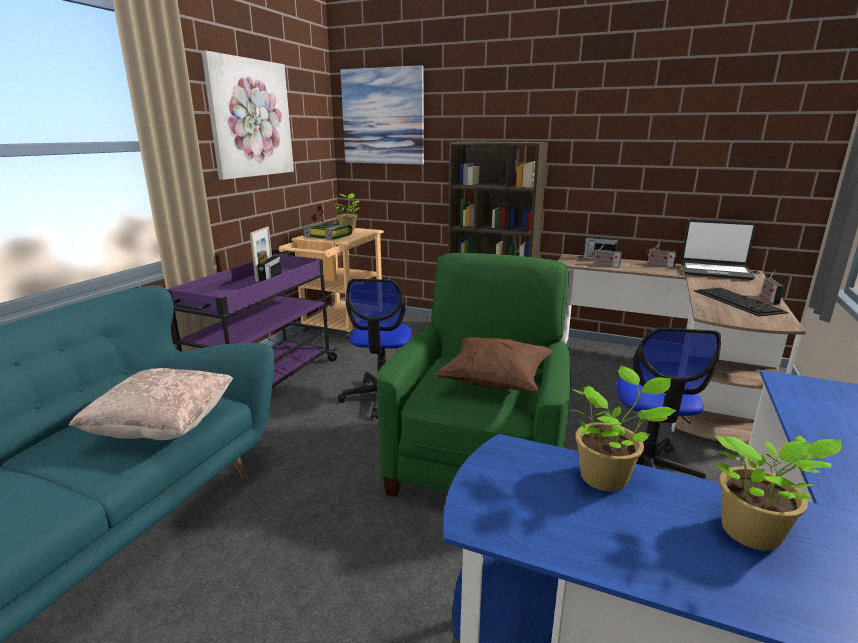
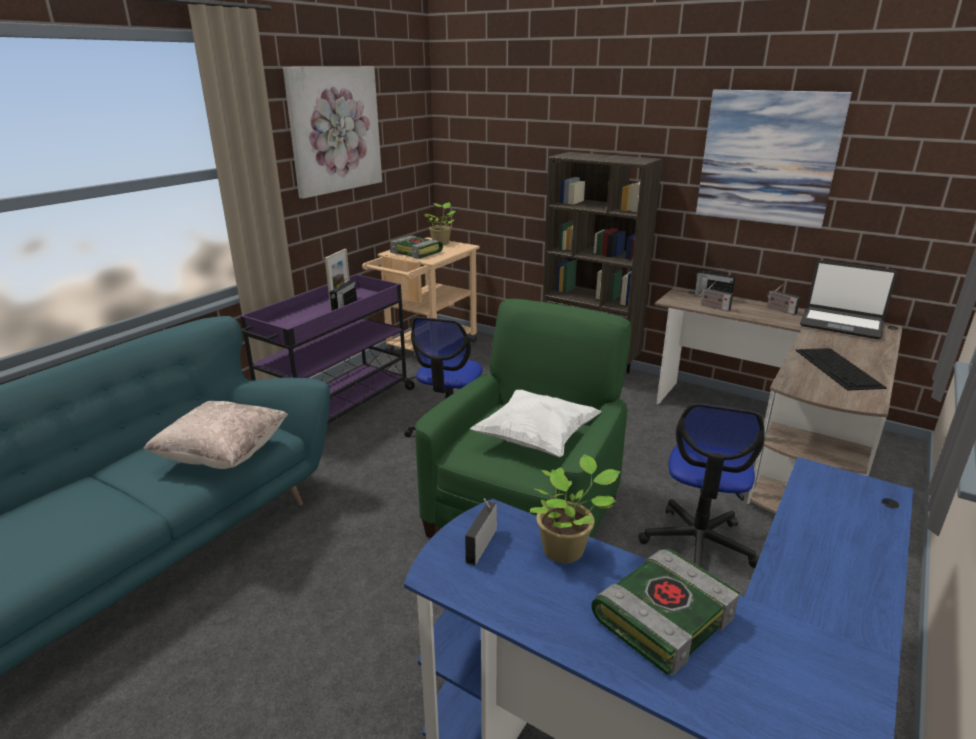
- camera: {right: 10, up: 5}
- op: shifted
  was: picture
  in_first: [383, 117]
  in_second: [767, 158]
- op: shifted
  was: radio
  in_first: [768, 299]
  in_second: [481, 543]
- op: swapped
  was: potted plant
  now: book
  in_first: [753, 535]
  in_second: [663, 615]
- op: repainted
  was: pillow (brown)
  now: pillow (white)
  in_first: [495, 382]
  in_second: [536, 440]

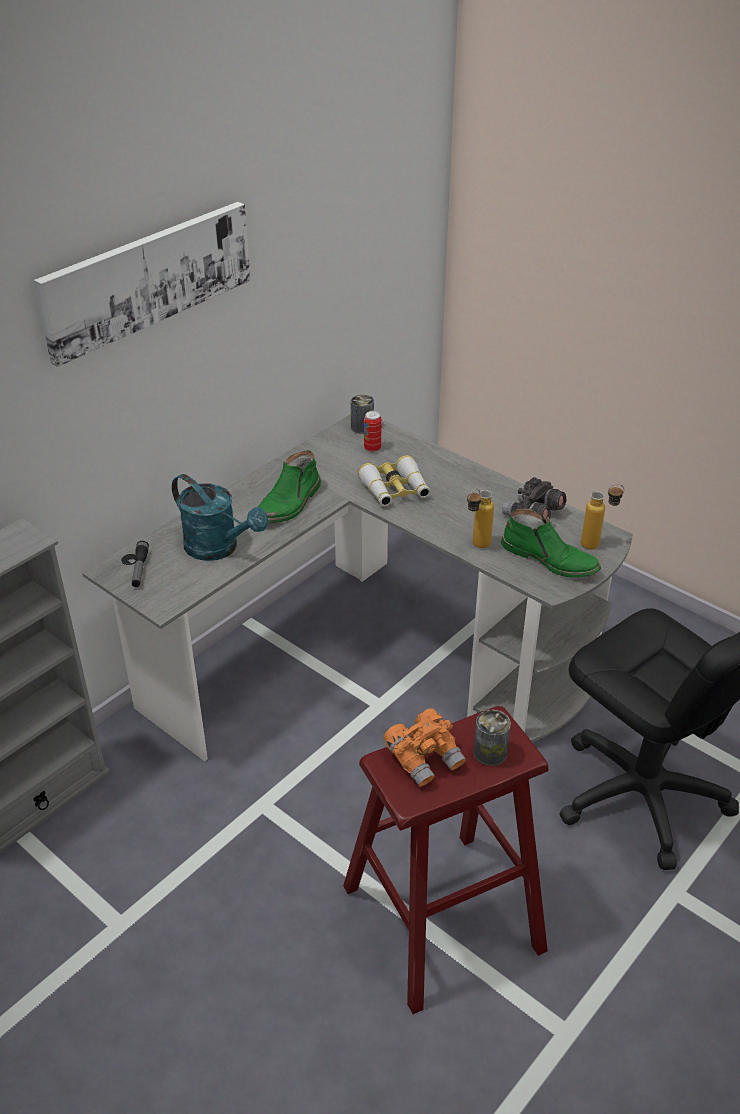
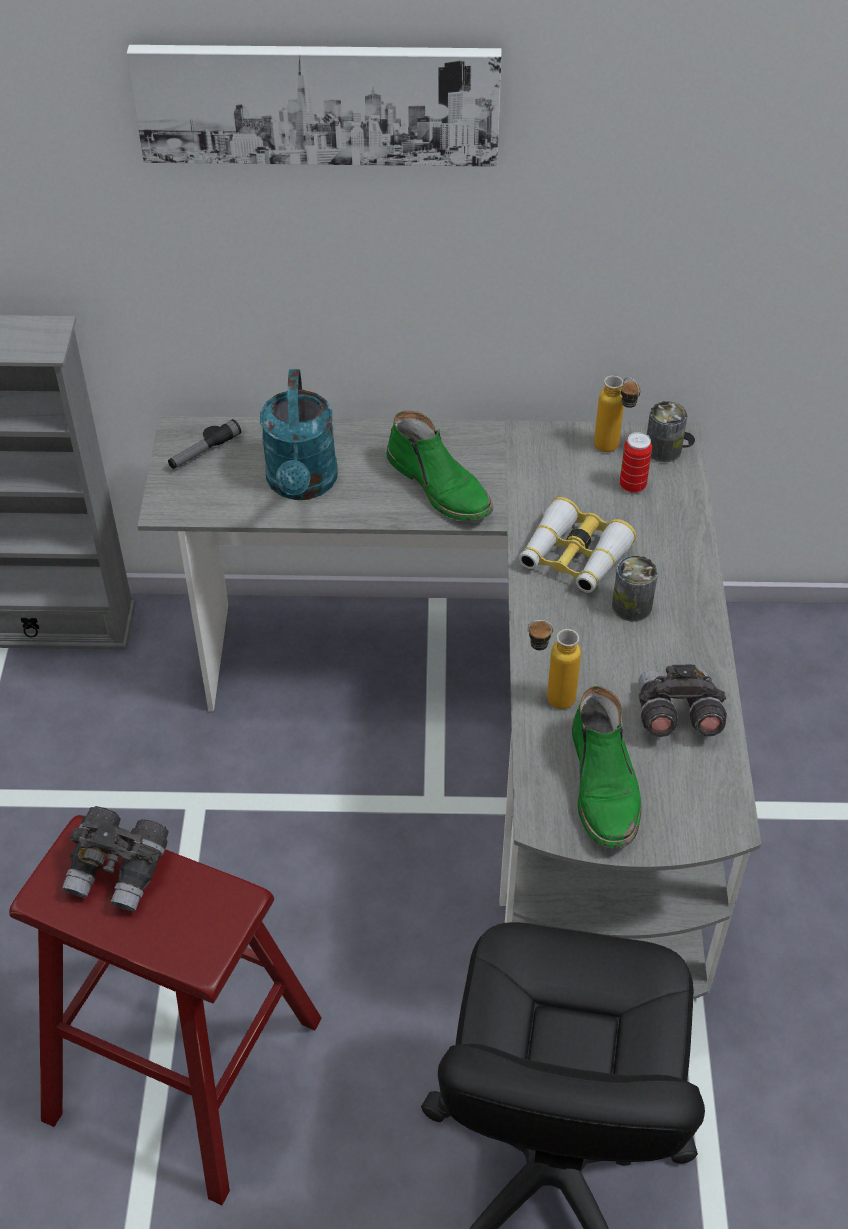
- camera: {right: 50, up: 10}
- op: shifted
  was: can
  in_first: [490, 752]
  in_second: [631, 606]
- op: shifted
  was: bottle
  in_first: [597, 545]
  in_second: [613, 450]
- op: repainted
  was: binoculars (orange)
  now: binoculars (grey)
  in_first: [425, 758]
  in_second: [119, 871]
- op: rotated
  was: boot (green)
  in_first: [289, 504]
  in_second: [441, 486]
  clockwise: -120

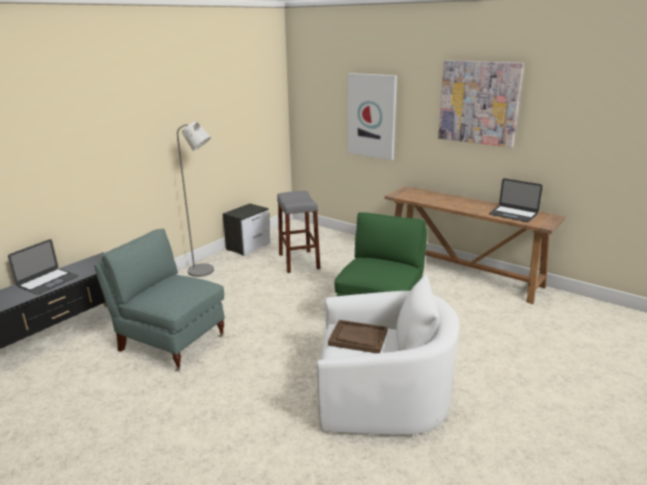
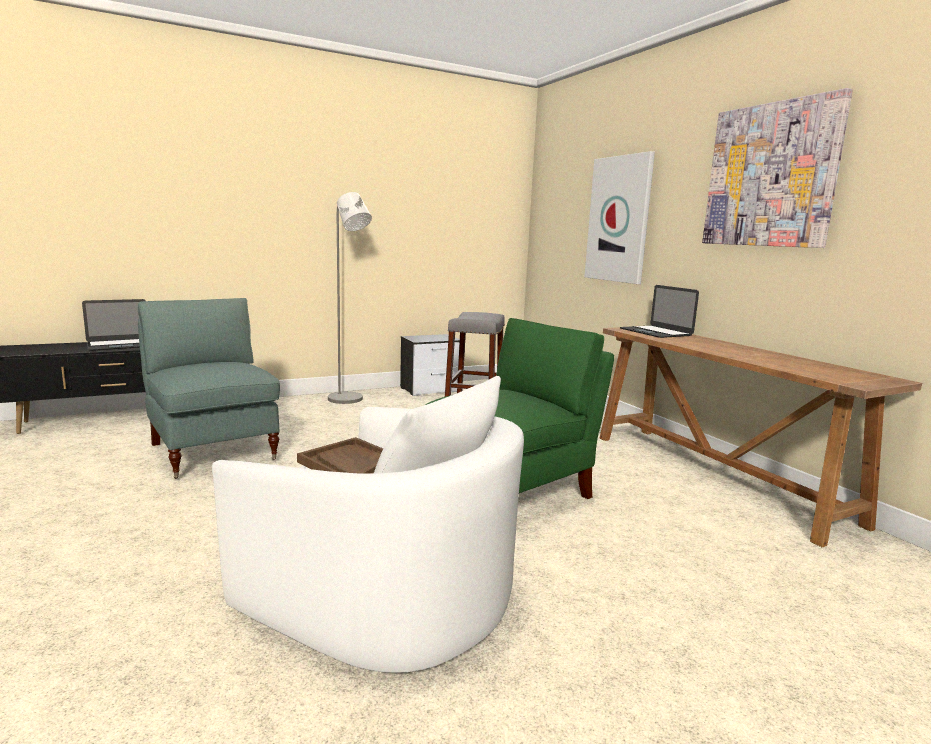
- camera: {right: 25, up: -10}
- op: shifted
  was: laptop
  in_first: [513, 214]
  in_second: [655, 332]

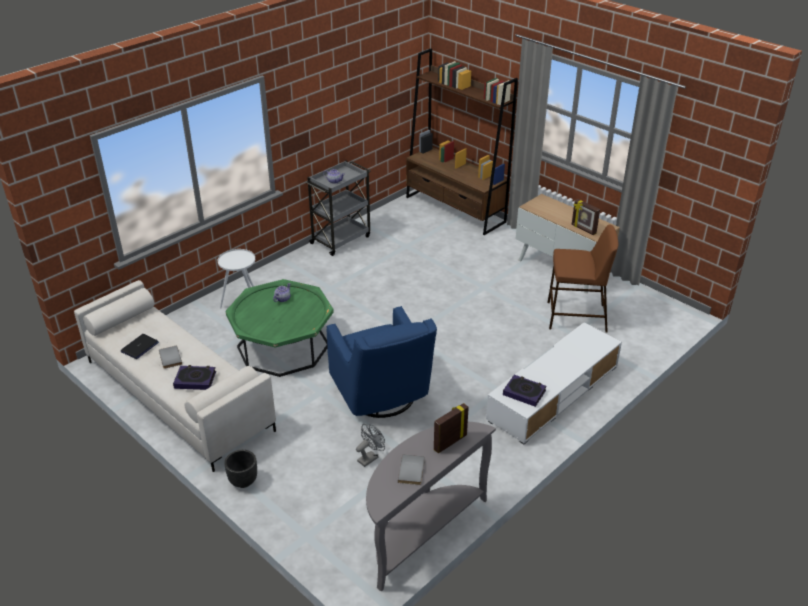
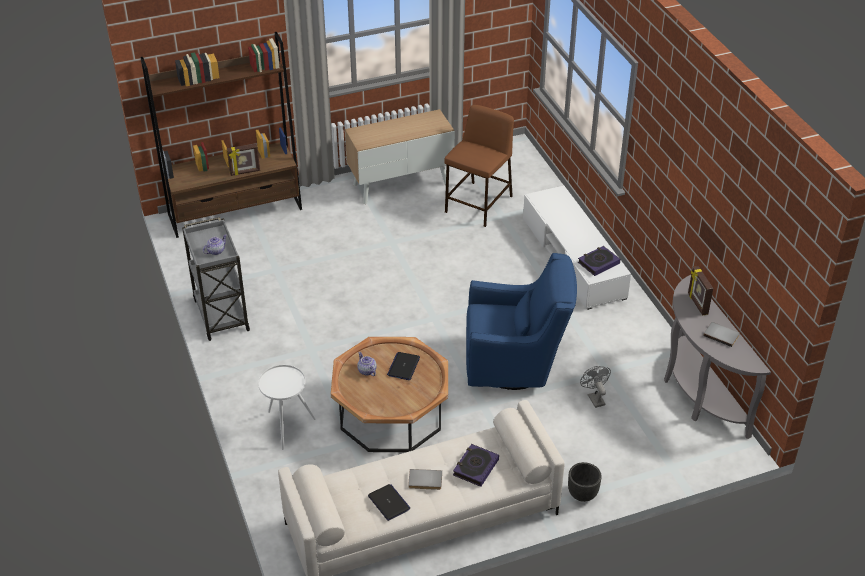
- camera: {right: -65, up: 5}
- op: new
  now: laptop
  in_second: [403, 366]
- op: shifted
  was: picture frame
  in_first: [583, 229]
  in_second: [245, 172]
- op: repainted
  was: coffee table (green)
  now: coffee table (brown)
  in_first: [283, 346]
  in_second: [391, 414]

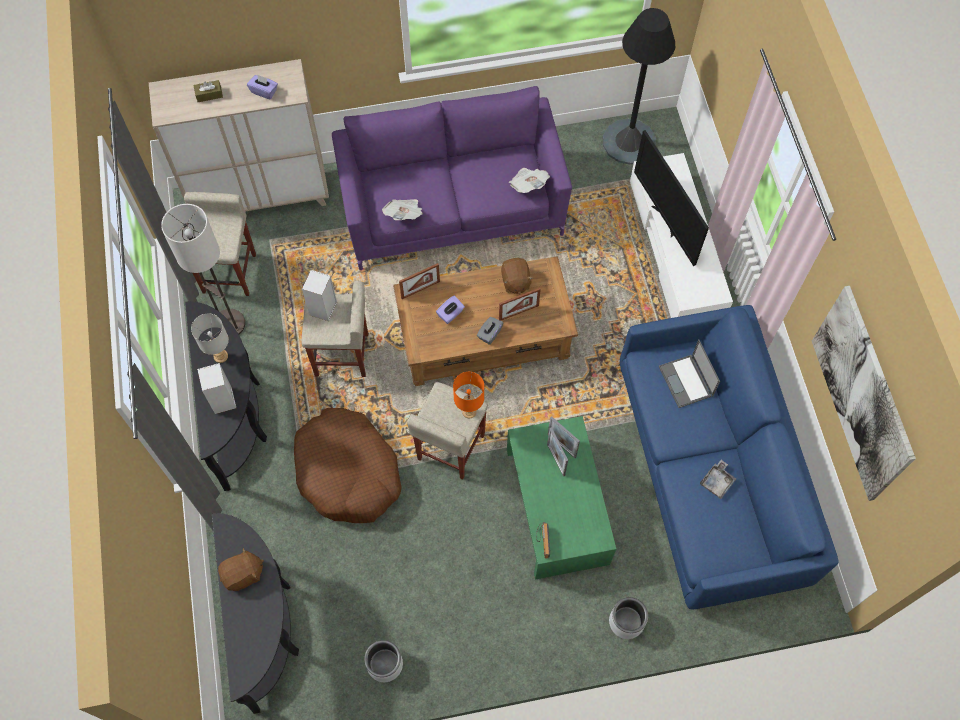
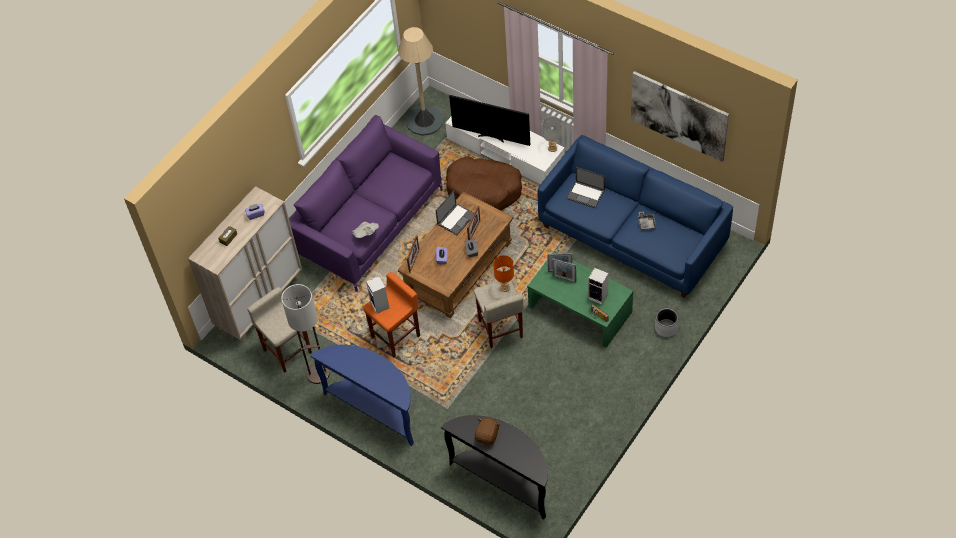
- camera: {right: -40, up: -10}
- op: gone
  was: planter (grey)
  in_first: [384, 664]
- op: gone
  was: newspaper
  in_first: [528, 185]
- op: shifted
  was: table lamp (grey)
  in_first: [220, 356]
  in_second: [552, 148]
- op: shifted
  was: speaker
  in_first: [224, 401]
  in_second: [599, 296]
- op: shifted
  was: dog bed (brown)
  in_first: [348, 472]
  in_second: [484, 190]
- op: swapped
  was: plush toy (brown)
  now: laptop
  in_first: [515, 282]
  in_second: [456, 219]
- op: repainted
  was: console table (black)
  now: console table (blue)
  in_first: [238, 415]
  in_second: [376, 409]
- op: repainted
  was: stool (beige)
  now: stool (orange)
  in_first: [343, 355]
  in_second: [396, 336]
- op: repainted
  was: floor lamp (black)
  now: floor lamp (beige)
  in_first: [629, 142]
  in_second: [424, 120]

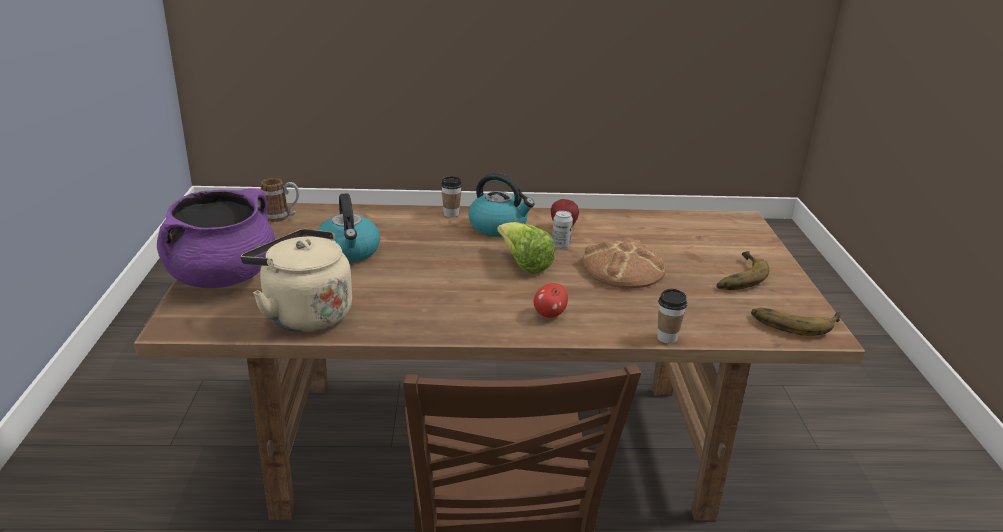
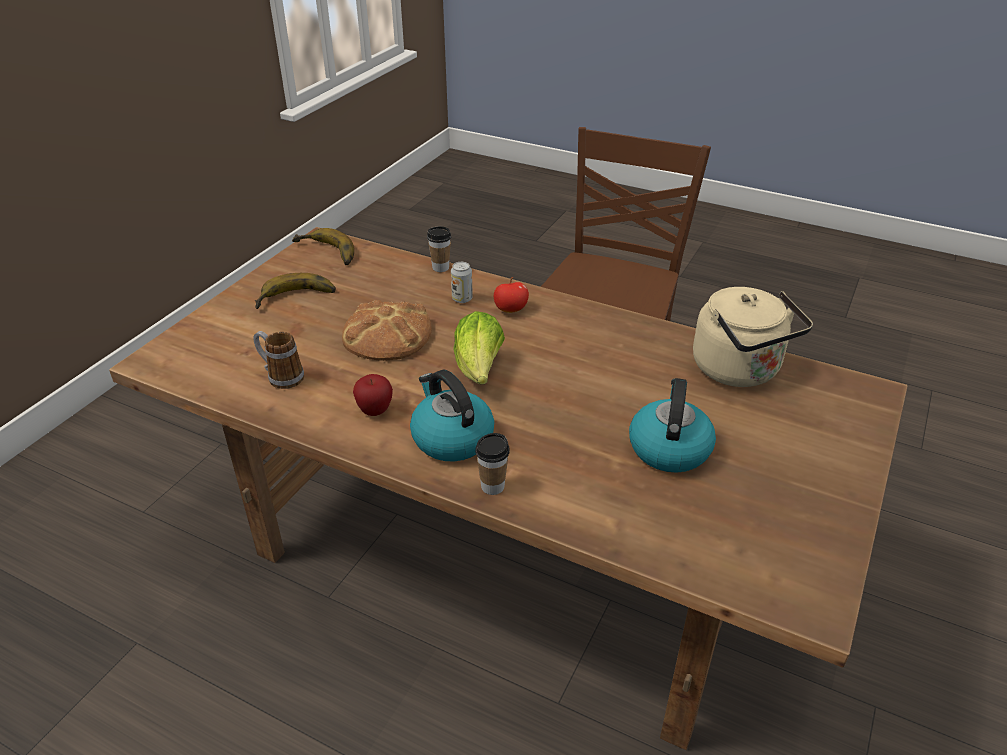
- camera: {right: -150, up: 10}
- op: gone
  was: cooking pot (purple)
  in_first: [222, 277]
- op: shifted
  was: mug
  in_first: [281, 217]
  in_second: [281, 376]
- op: shifted
  was: can
  in_first: [561, 245]
  in_second: [462, 299]

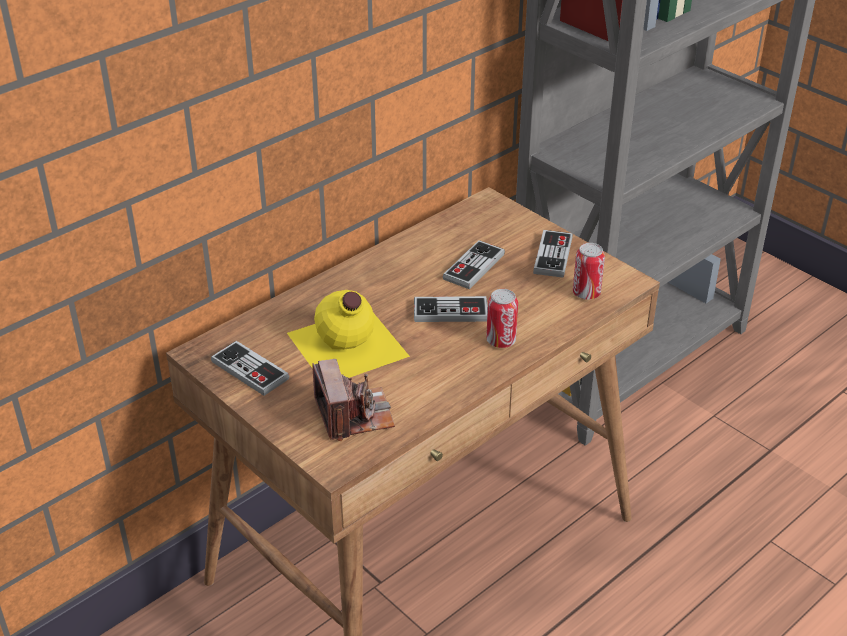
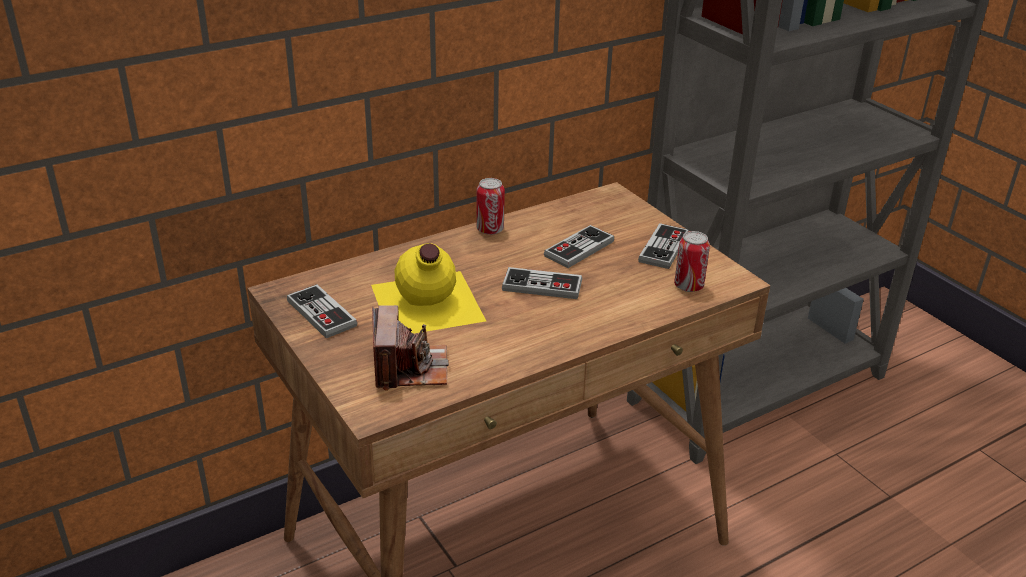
- camera: {right: 10, up: -5}
- op: shifted
  was: can
  in_first: [501, 341]
  in_second: [490, 229]

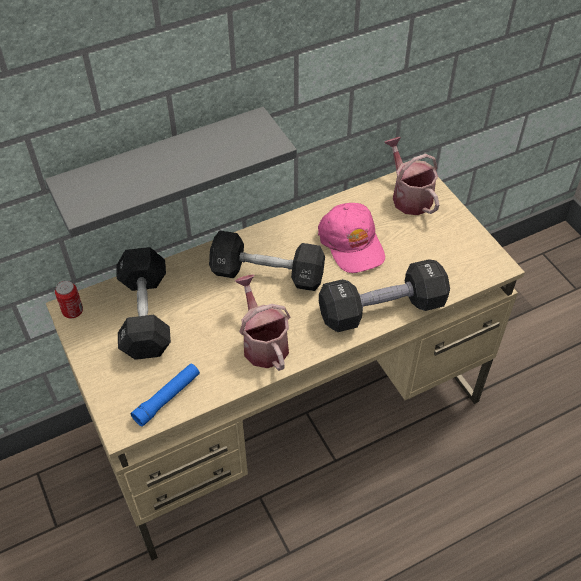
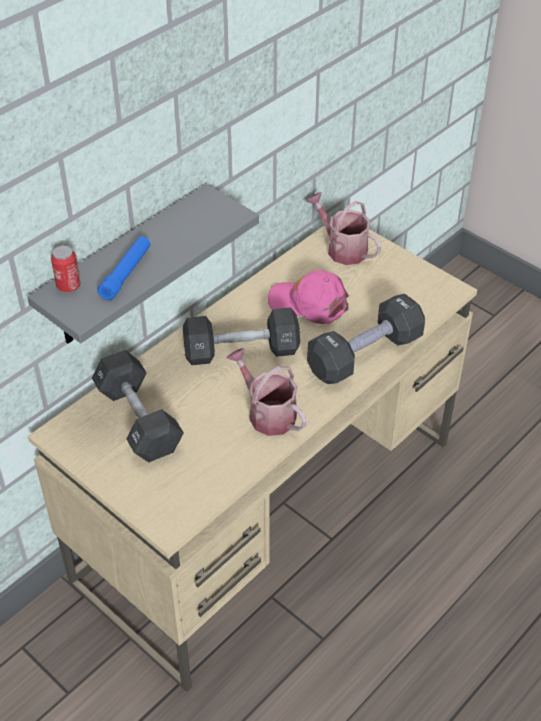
- camera: {right: -20, up: -5}
- op: shifted
  was: can
  in_first: [73, 311]
  in_second: [68, 286]
- op: shifted
  was: flashlight (blue)
  in_first: [167, 398]
  in_second: [126, 273]
- op: rotated
  was: cap (pink)
  in_first: [352, 243]
  in_second: [309, 303]
  clockwise: 150

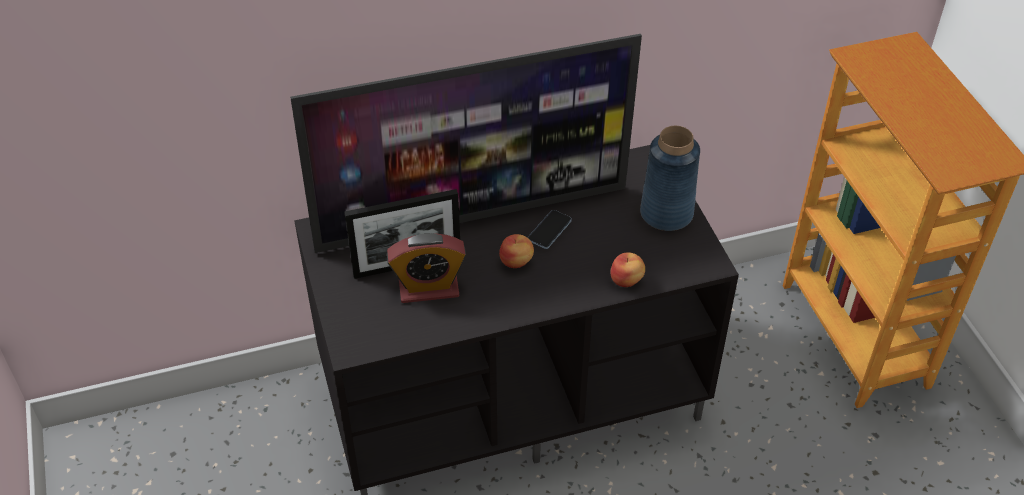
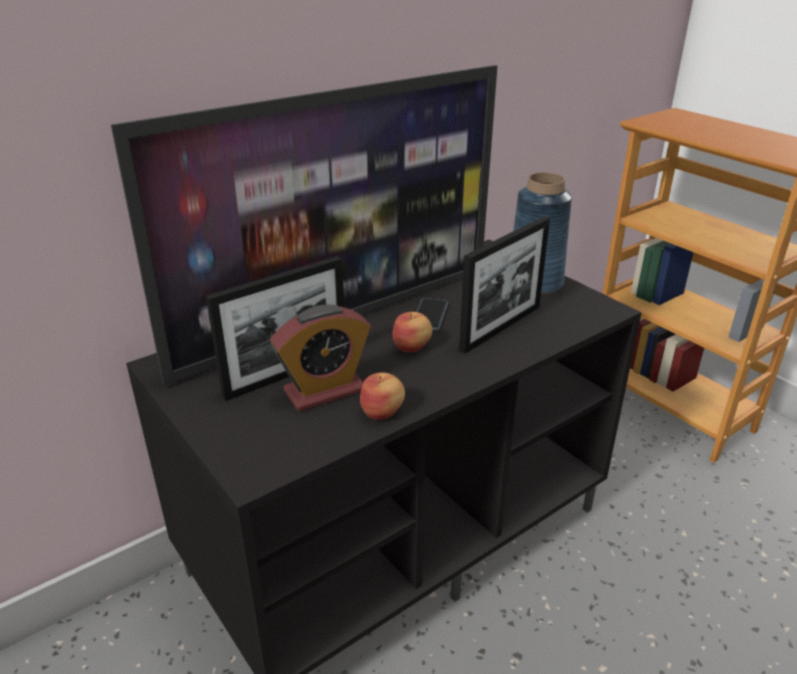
- camera: {right: -20, up: -15}
- op: new
  now: picture frame
  in_second: [501, 328]
- op: shifted
  was: apple
  in_first: [627, 280]
  in_second: [382, 412]

